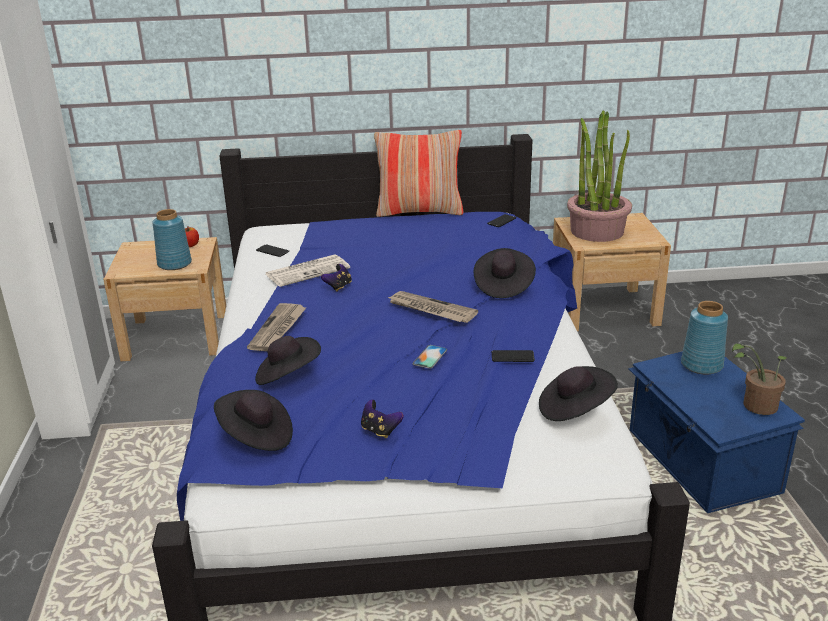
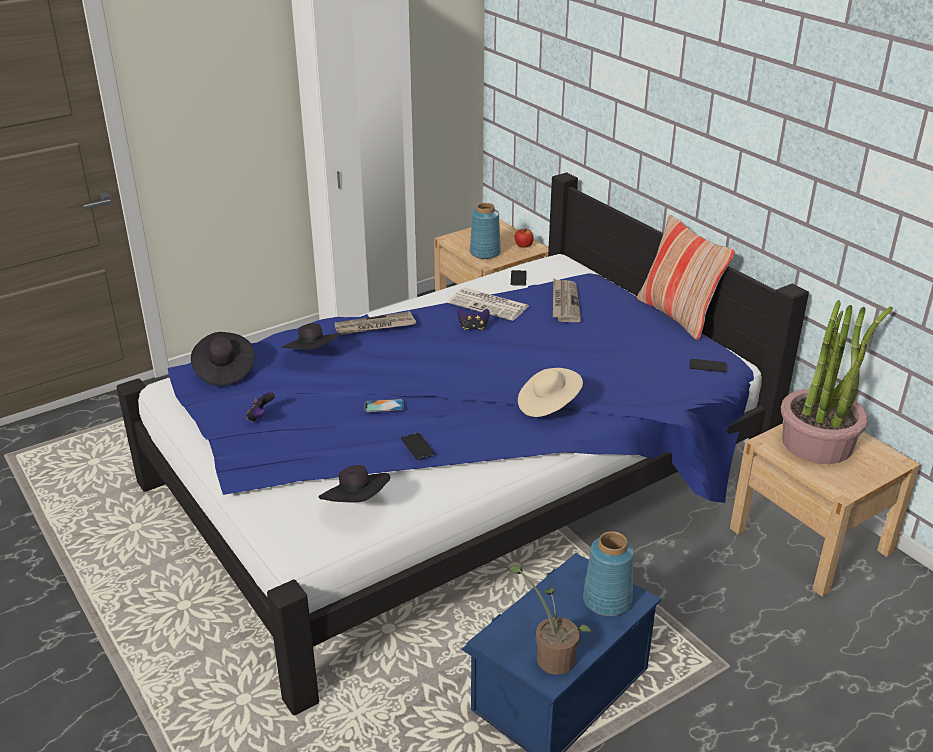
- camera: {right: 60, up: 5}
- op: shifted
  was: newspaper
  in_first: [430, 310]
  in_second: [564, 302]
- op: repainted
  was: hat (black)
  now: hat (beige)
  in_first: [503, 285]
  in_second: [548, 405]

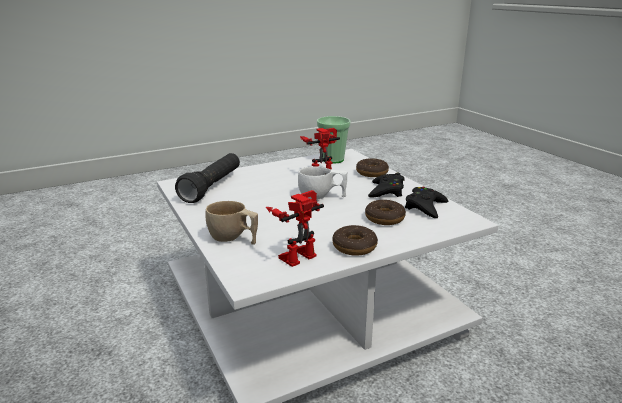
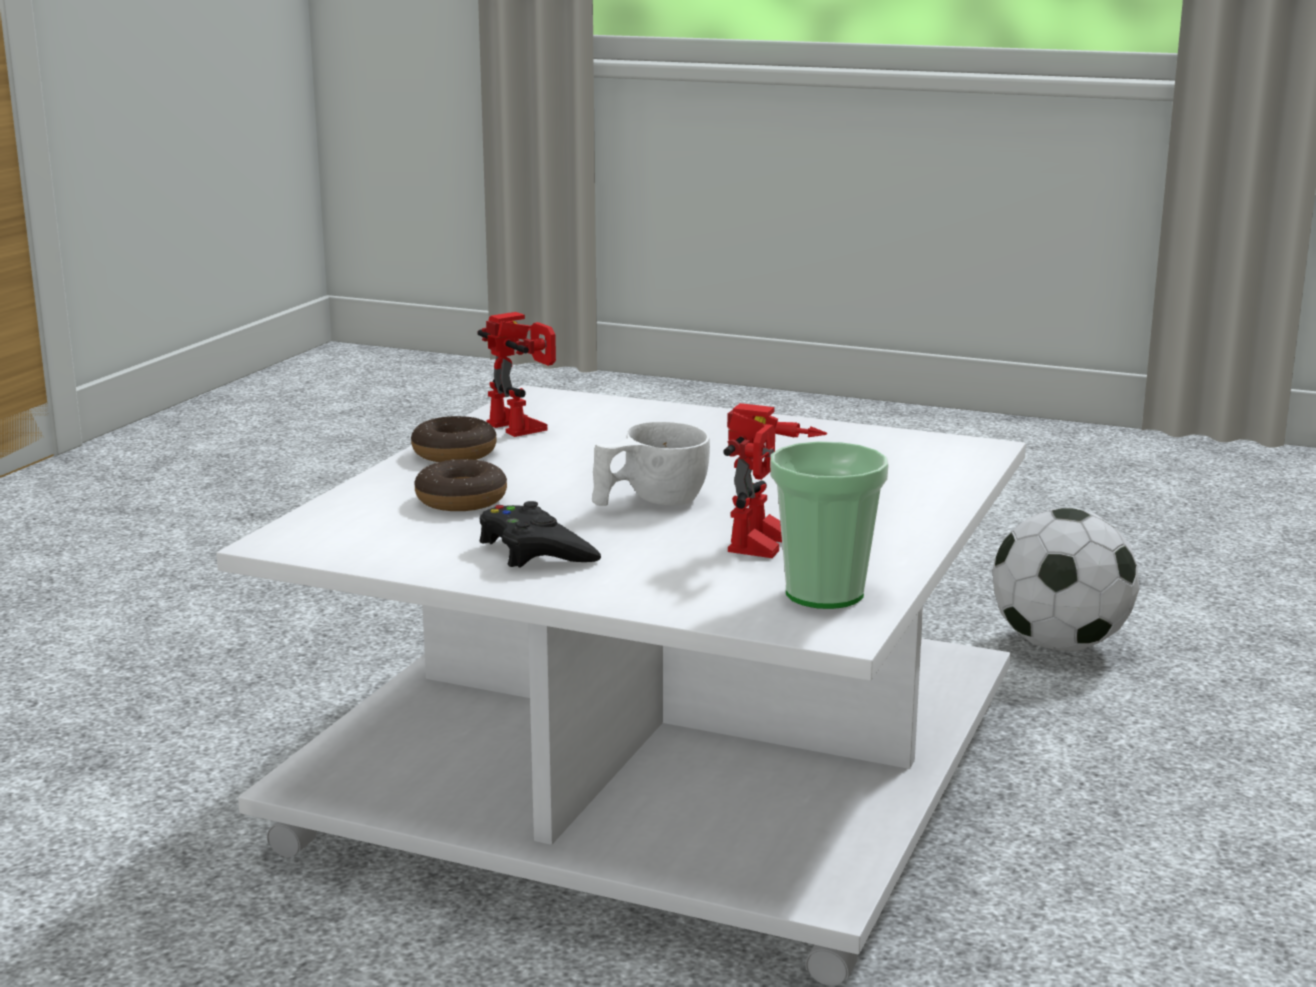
- camera: {right: 140, up: -5}
- op: gone
  was: flashlight (black)
  in_first: [212, 187]
- op: gone
  was: cup (beige)
  in_first: [233, 239]
- op: gone
  was: donut
  in_first: [372, 173]
- op: gone
  was: game controller (black)
  in_first: [425, 207]
- op: new
  now: football
  in_second: [1060, 645]
- op: rotated
  was: toy robot
  in_first: [296, 254]
  in_second: [526, 426]
  clockwise: -45

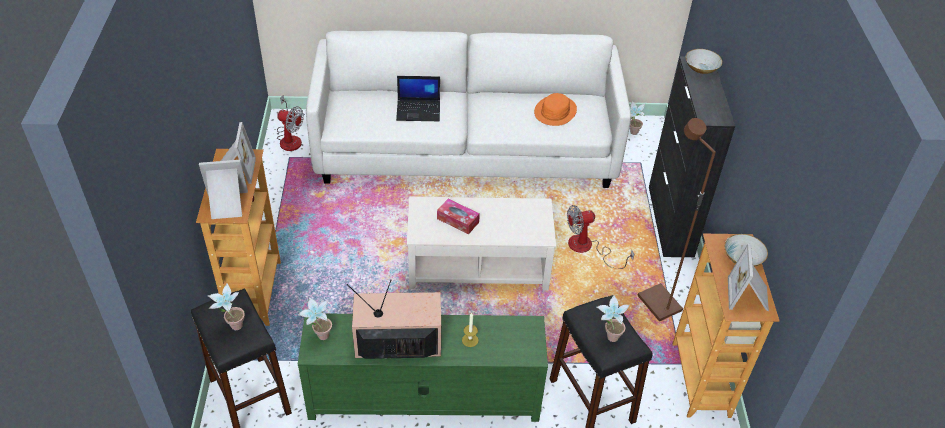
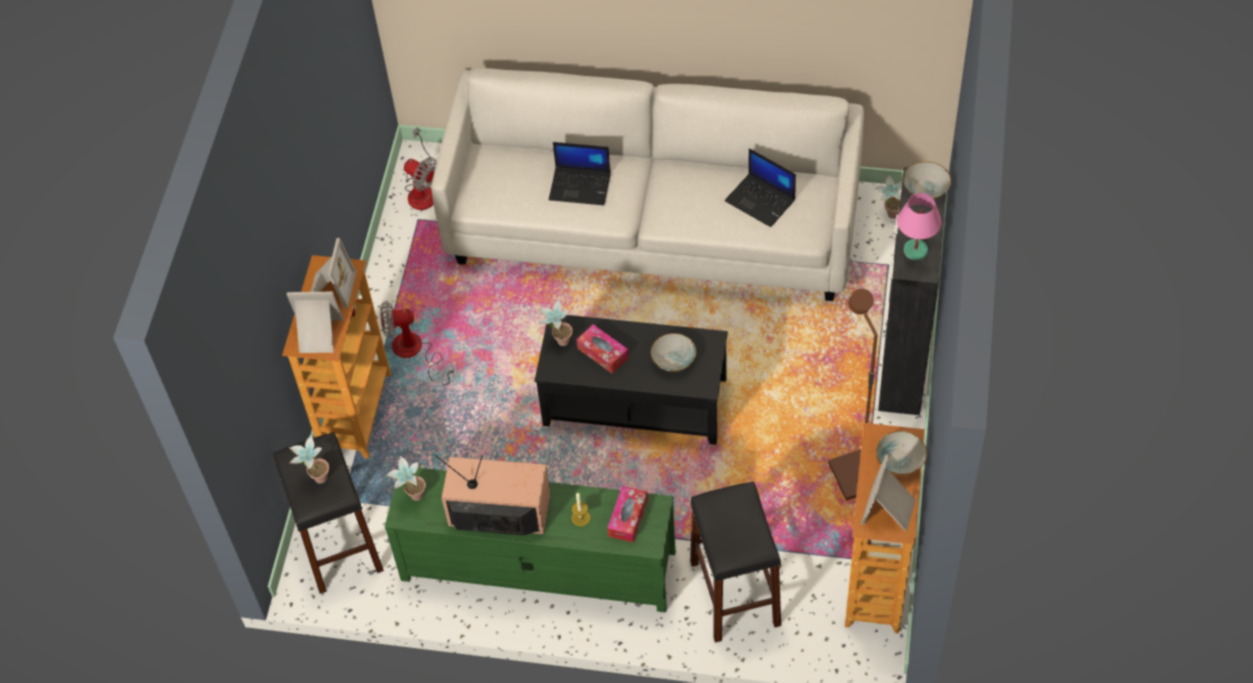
- camera: {right: 15, up: 10}
- op: new
  now: tissue box
  in_second: [628, 518]
- op: new
  now: bowl
  in_second: [673, 360]
- op: new
  now: table lamp (pink)
  in_second: [915, 250]
- op: shifted
  was: fan
  in_first: [587, 248]
  in_second: [415, 352]
- op: shifted
  was: potted plant
  in_first: [608, 337]
  in_second: [558, 341]
- op: swapped
  was: hat (orange)
  now: laptop
  in_first: [555, 111]
  in_second: [761, 200]
- op: repainted
  was: coffee table (beige)
  now: coffee table (black)
  in_first: [478, 266]
  in_second: [635, 402]

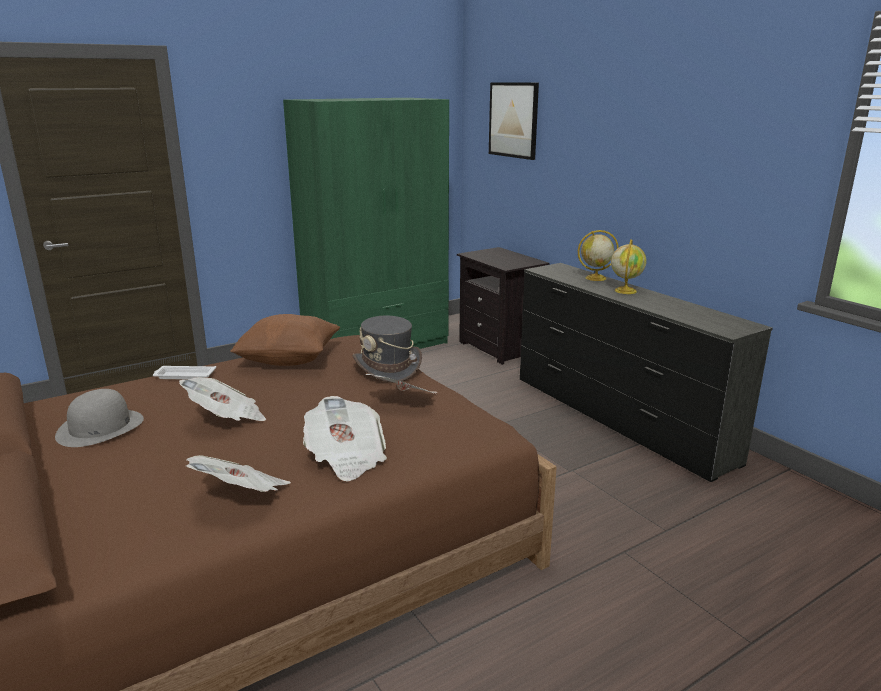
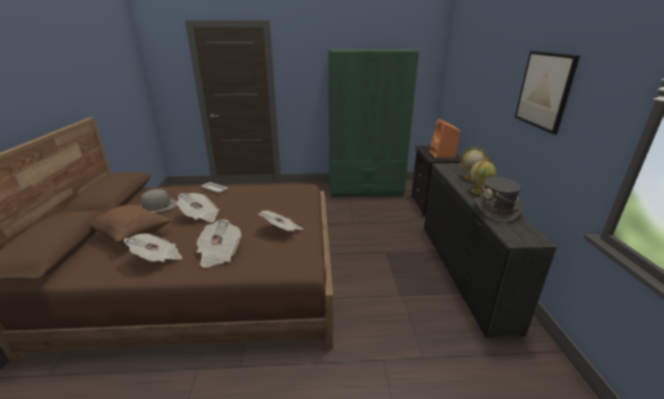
- camera: {right: 30, up: 5}
- op: new
  now: speaker (orange)
  in_second: [442, 154]
- op: shifted
  was: pillow (brown)
  in_first: [289, 360]
  in_second: [133, 236]
- op: shifted
  was: hat (grey)
  in_first: [388, 367]
  in_second: [496, 210]
- op: shifted
  was: picture
  in_first: [513, 120]
  in_second: [544, 90]

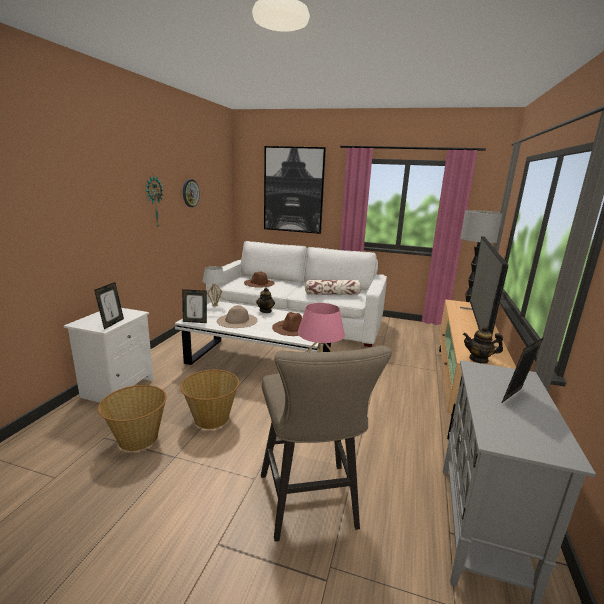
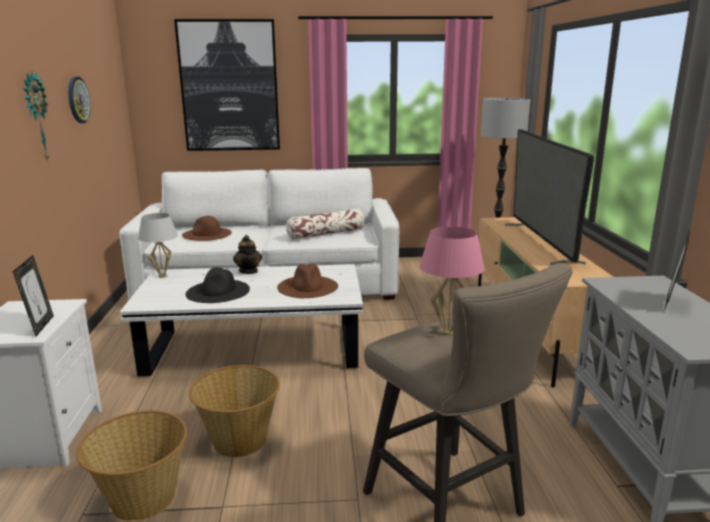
- camera: {right: -20, up: 0}
- op: gone
  was: picture frame
  in_first: [195, 321]
- op: gone
  was: teapot
  in_first: [479, 359]
- op: repainted
  was: hat (beige)
  now: hat (black)
  in_first: [237, 320]
  in_second: [218, 291]

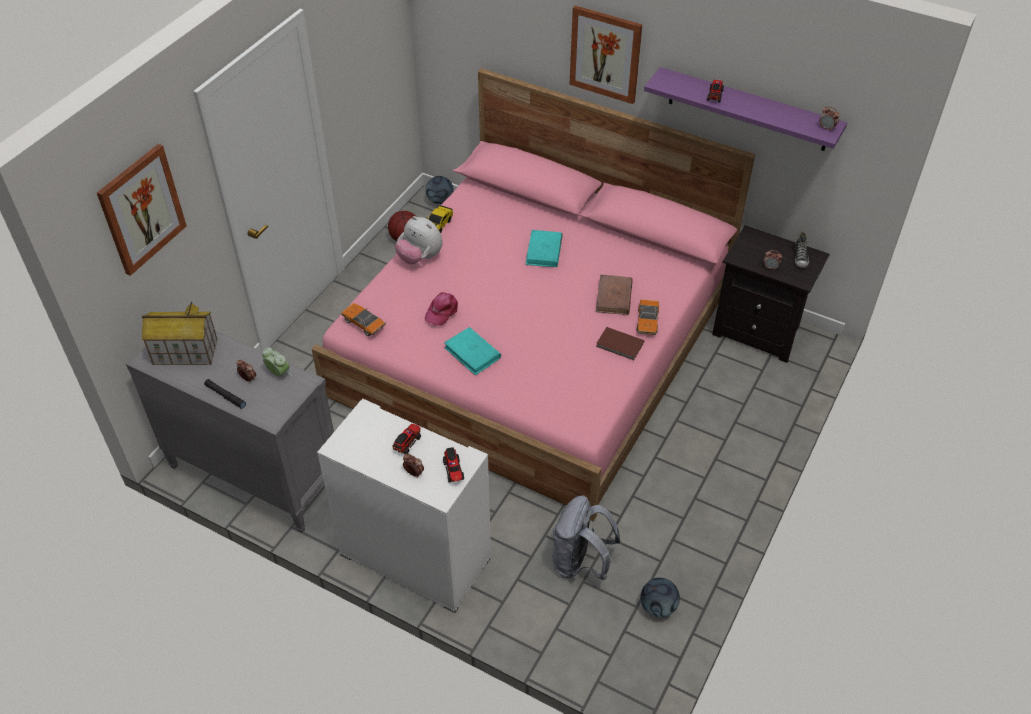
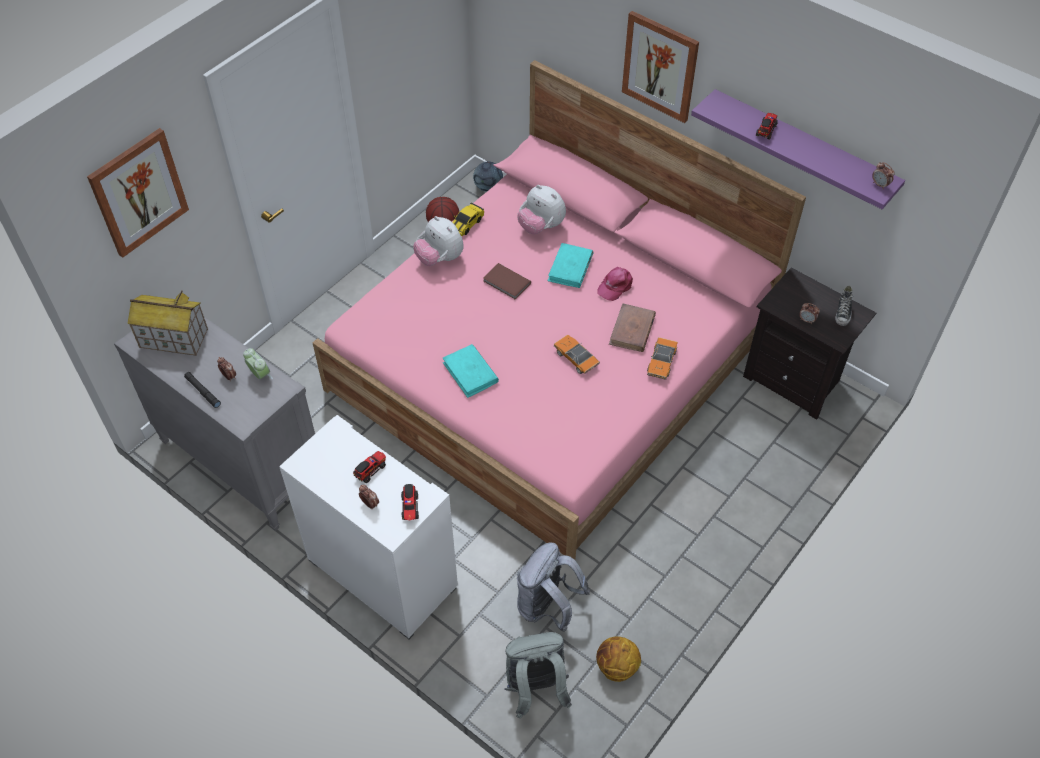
- camera: {right: 10, up: 5}
- op: new
  now: backpack (grey)
  in_second: [535, 689]
- op: new
  now: plush toy
  in_second: [541, 226]
- op: shifted
  was: toy car
  in_first: [363, 323]
  in_second: [576, 358]
- op: shifted
  was: cap (pink)
  in_first: [442, 311]
  in_second: [615, 286]
- op: shifted
  was: book (brown)
  in_first: [620, 345]
  in_second: [506, 283]
- op: swapped
  was: football
  now: basketball
  in_first: [658, 607]
  in_second: [616, 667]

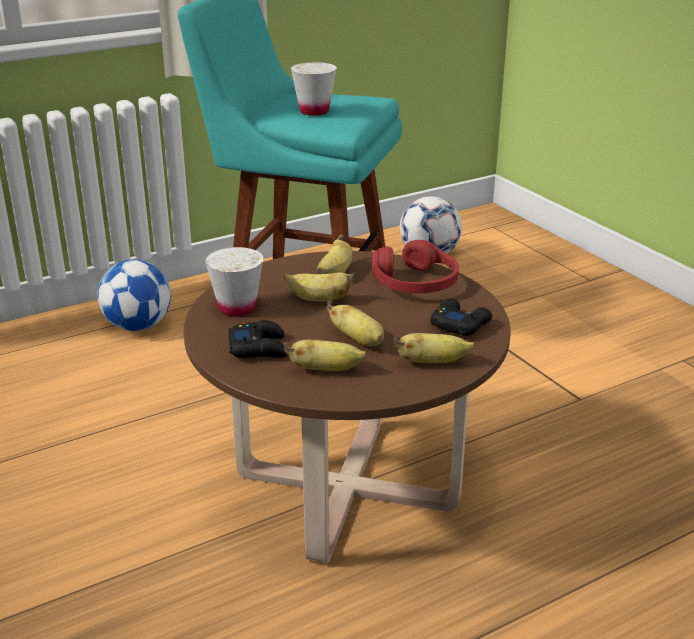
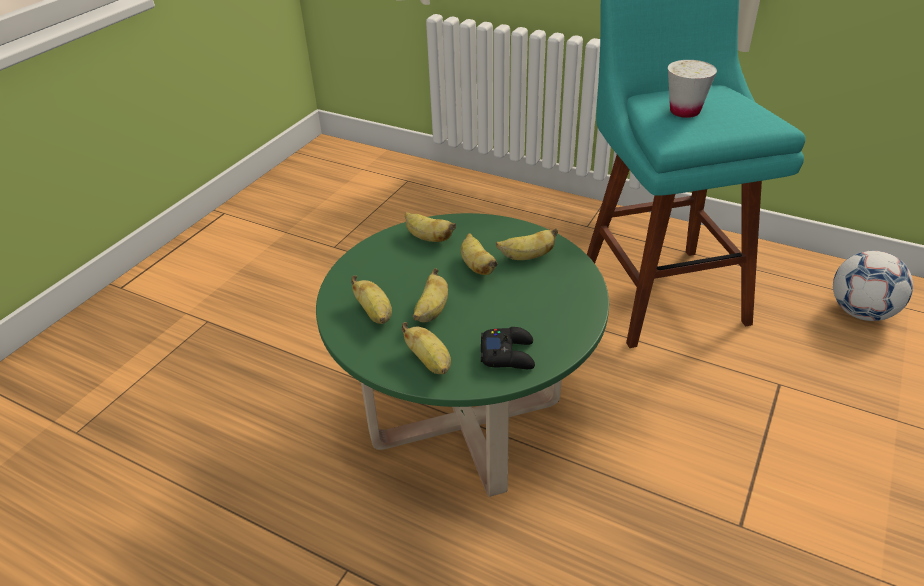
- camera: {right: 60, up: 10}
- op: gone
  was: football
  in_first: [138, 326]
- op: gone
  was: game controller (black)
  in_first: [259, 348]
- op: gone
  was: headphones (red)
  in_first: [415, 283]
- op: swapped
  was: cup (white)
  now: banana
  in_first: [237, 308]
  in_second: [428, 238]
- op: repainted
  was: coffee table (brown)
  now: coffee table (green)
  in_first: [346, 488]
  in_second: [466, 421]

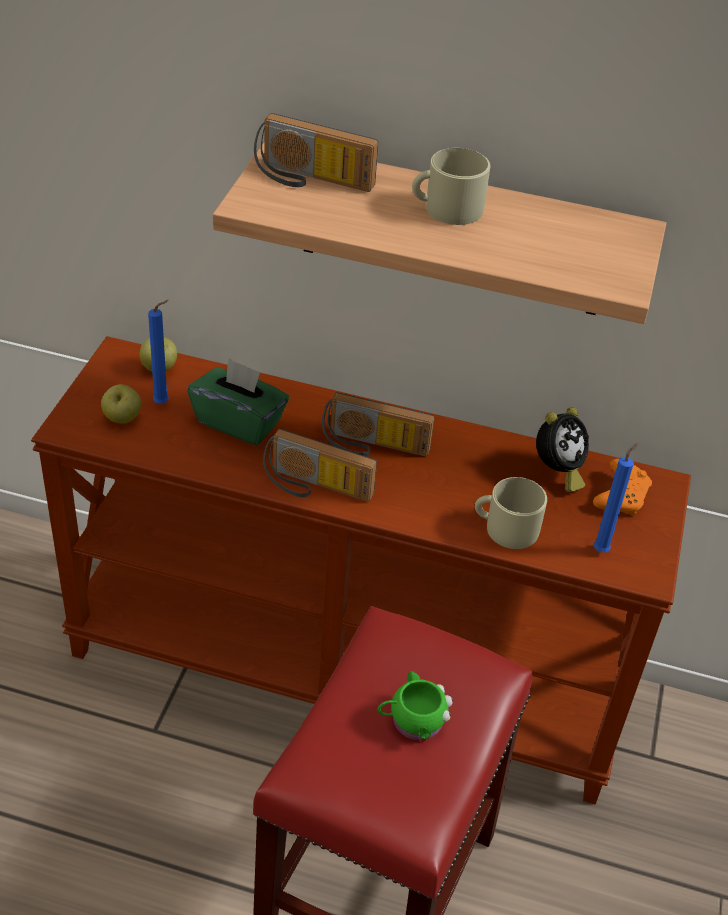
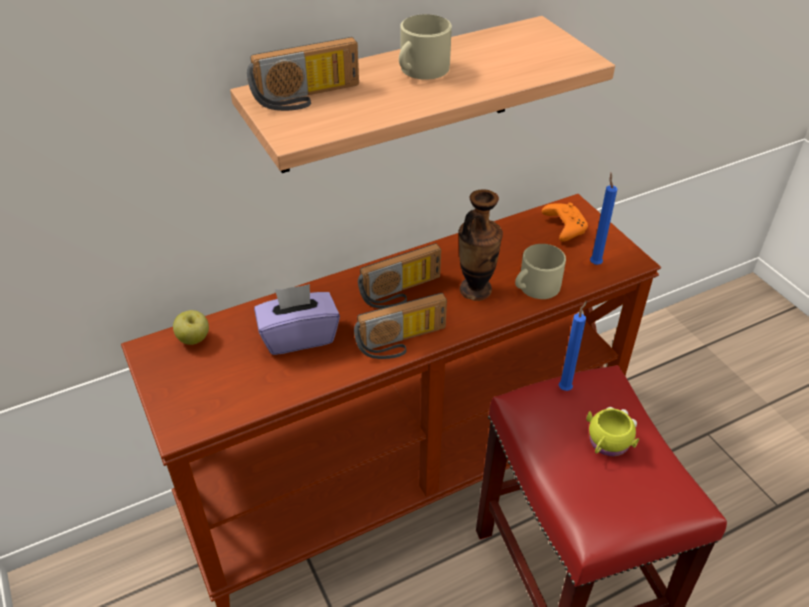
- camera: {right: -40, up: 0}
- op: gone
  was: apple
  in_first: [122, 419]
- op: gone
  was: alarm clock
  in_first: [557, 472]
- op: new
  now: vase
  in_second: [475, 290]
- op: shifted
  was: candle (blue)
  in_first: [163, 403]
  in_second: [566, 387]
- op: repainted
  was: tissue box (green)
  now: tissue box (purple)
  in_first: [239, 422]
  in_second: [299, 336]
- op: repainted
  was: mug (green)
  now: mug (yellow)
  in_first: [412, 721]
  in_second: [607, 444]

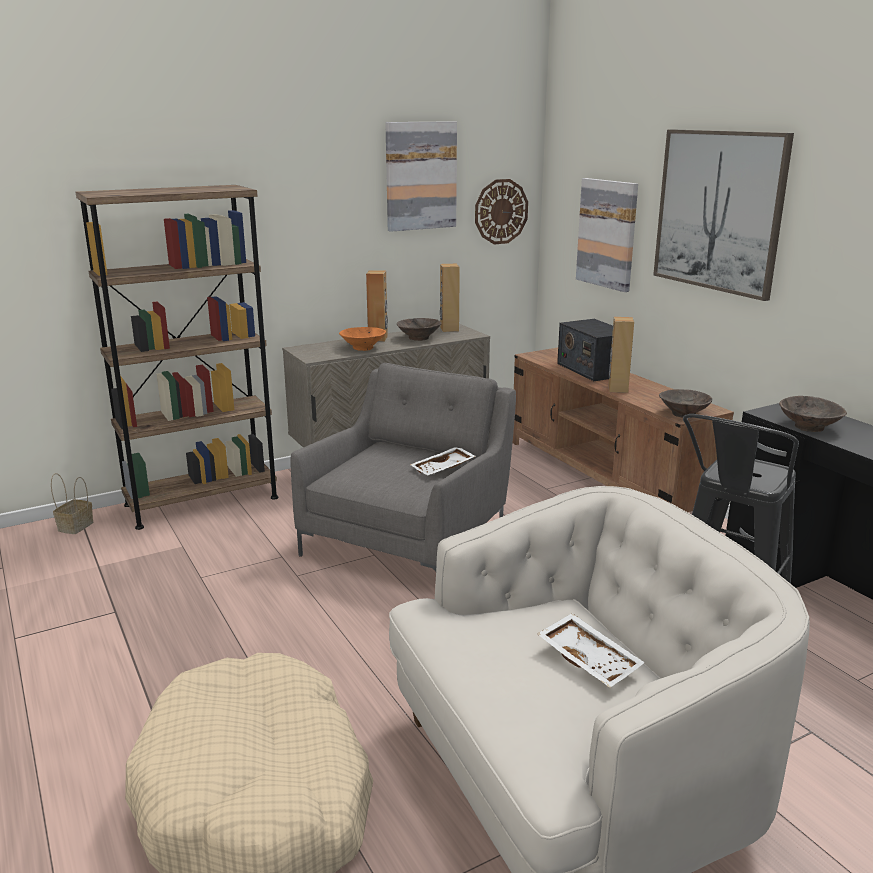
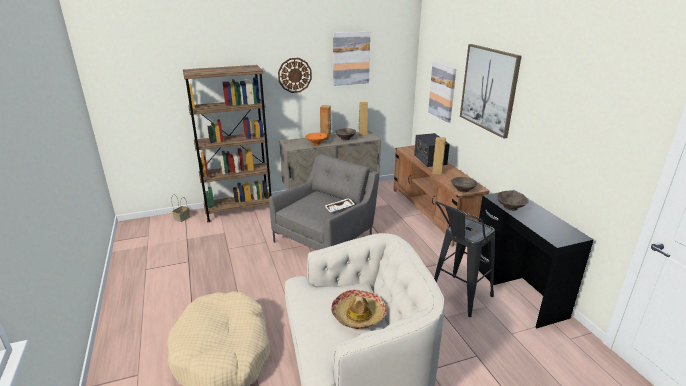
- camera: {right: 10, up: 5}
- op: shifted
  was: wall clock
  in_first: [501, 211]
  in_second: [294, 75]
- op: swapped
  was: tray (white)
  now: hat
  in_first: [590, 659]
  in_second: [358, 315]

